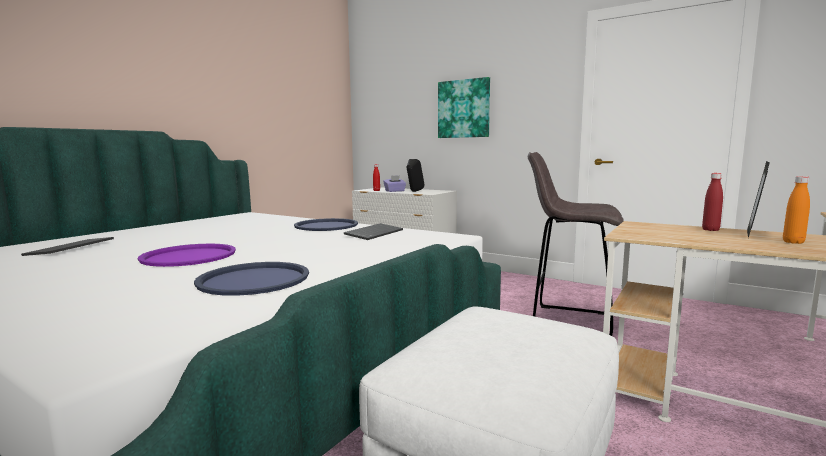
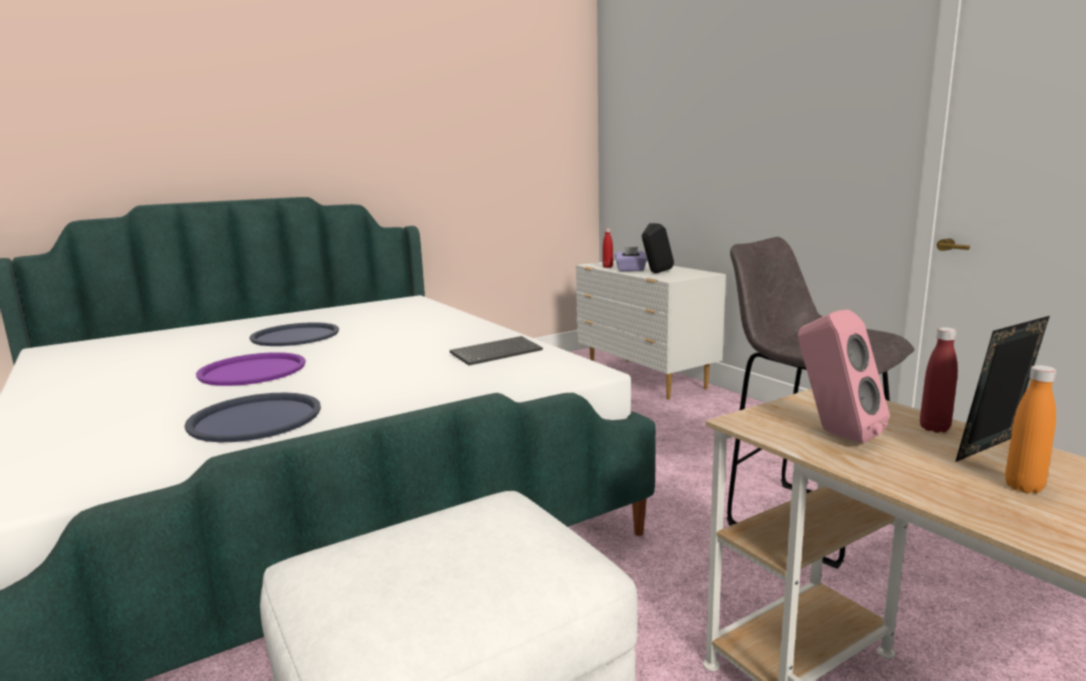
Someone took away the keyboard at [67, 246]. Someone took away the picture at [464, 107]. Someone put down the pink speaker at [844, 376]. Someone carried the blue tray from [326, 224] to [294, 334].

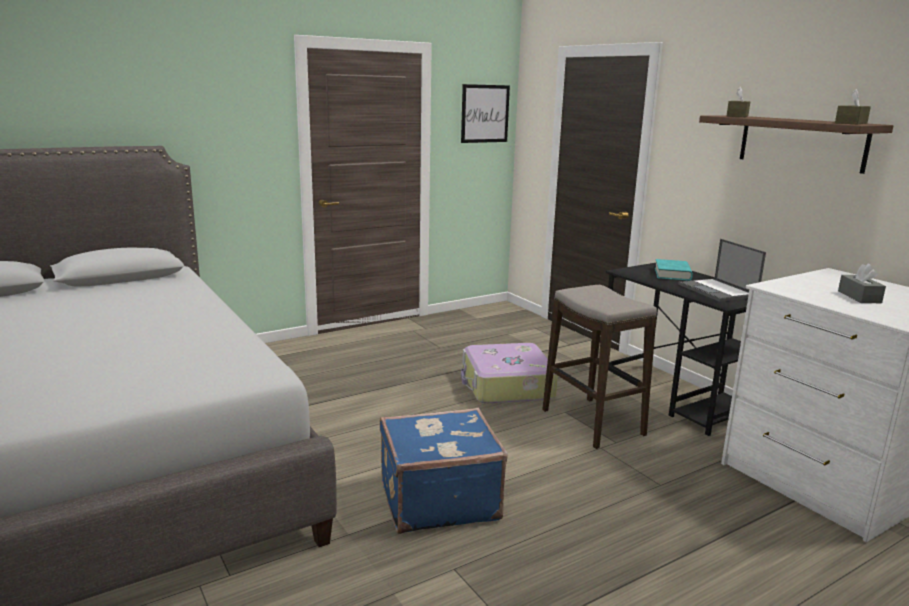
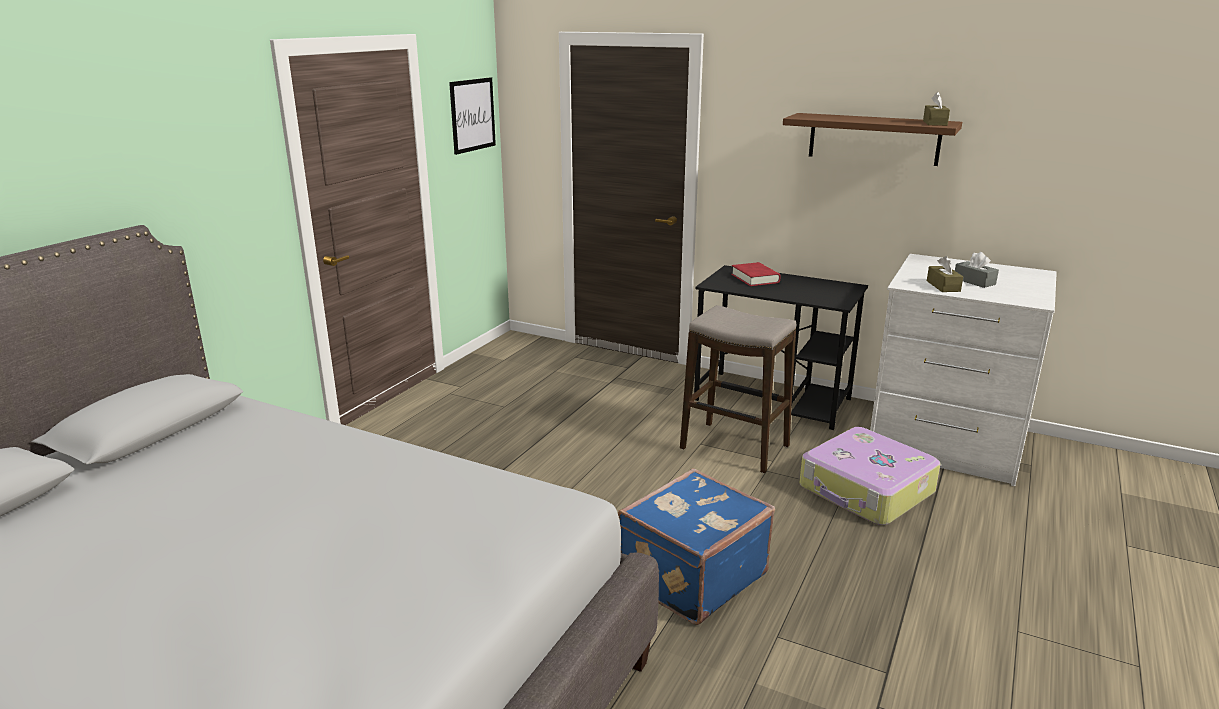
Someone took away the laptop at [722, 270]. Someone carried the suitcase from [509, 373] to [869, 476]. Someone carried the brown tissue box from [738, 101] to [945, 274]. Someone repainted the turquoise book at [674, 270], which became the red book at [756, 274].

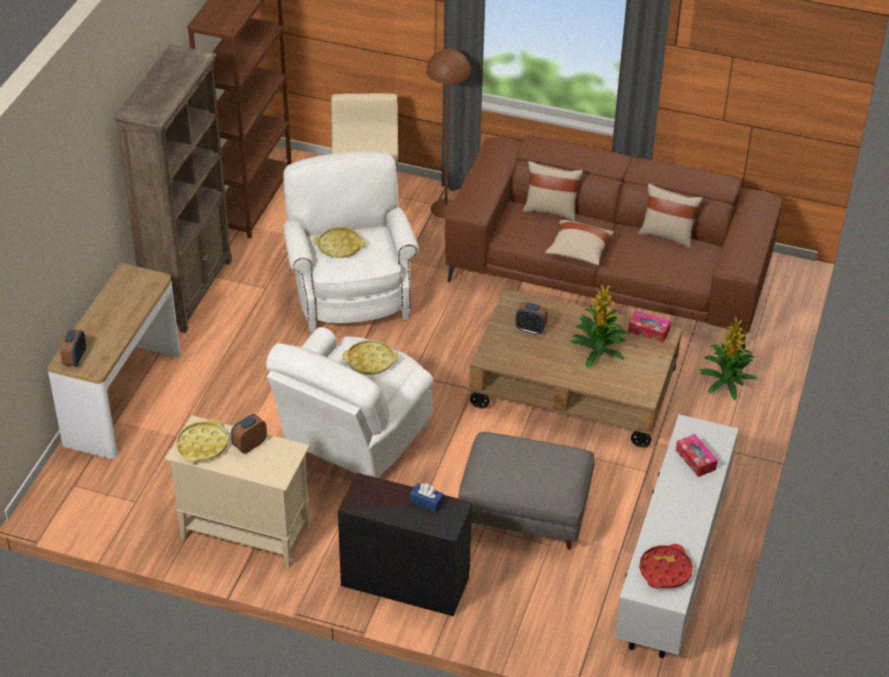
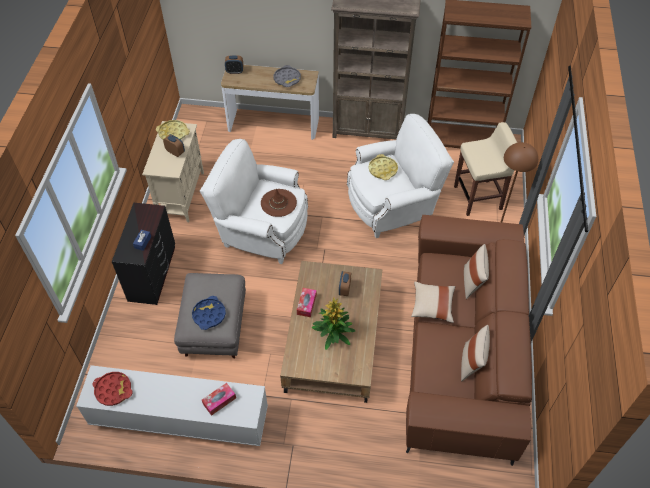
Someone took away the potted plant at [728, 358]. Someone put down the blue tray at [209, 313]. Someone put down the grey tray at [287, 76]. Someone carried the tissue box from [649, 327] to [307, 302]. Someone swapped the yellow tray at [370, 357] for the brown hat at [279, 203].

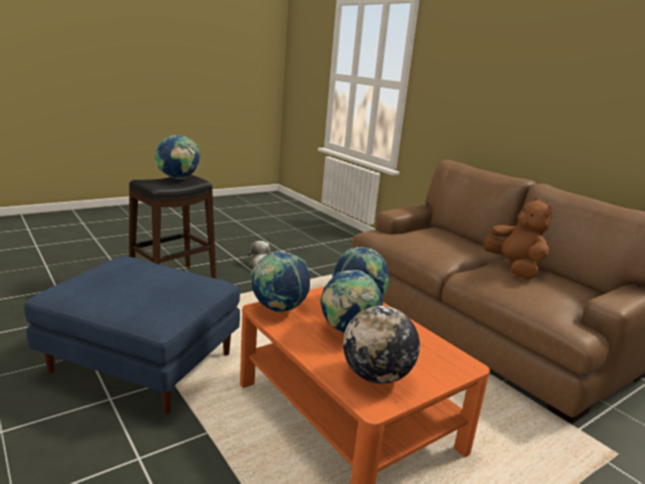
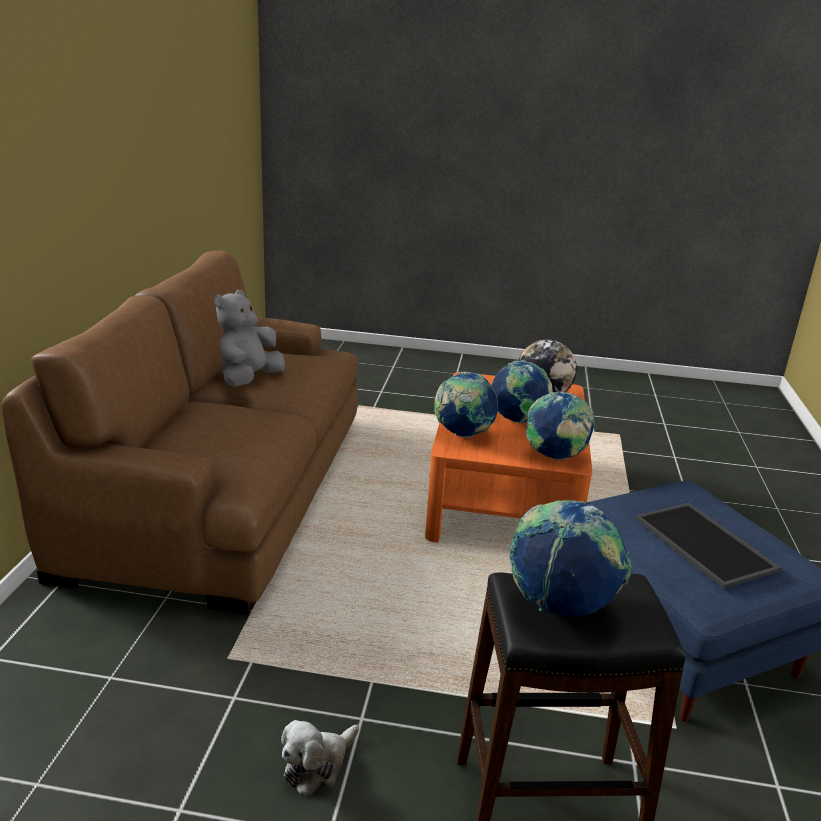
Someone put down the tray at [708, 546]. Someone repainted the brown plush toy at [517, 238], which became the grey plush toy at [249, 338].

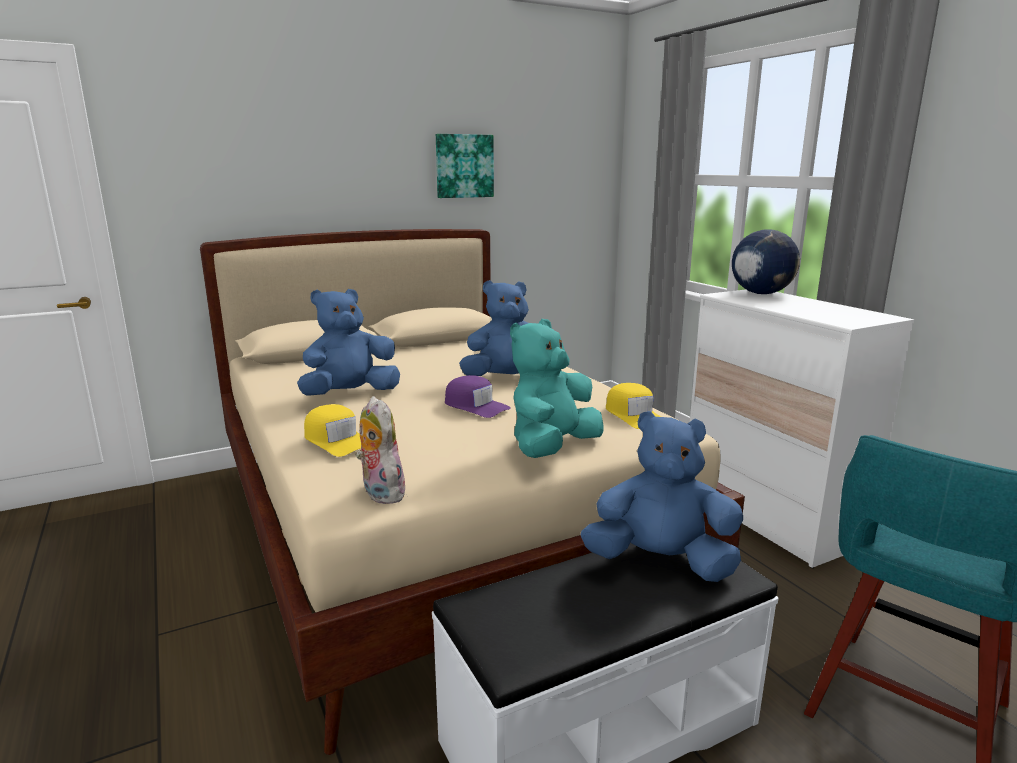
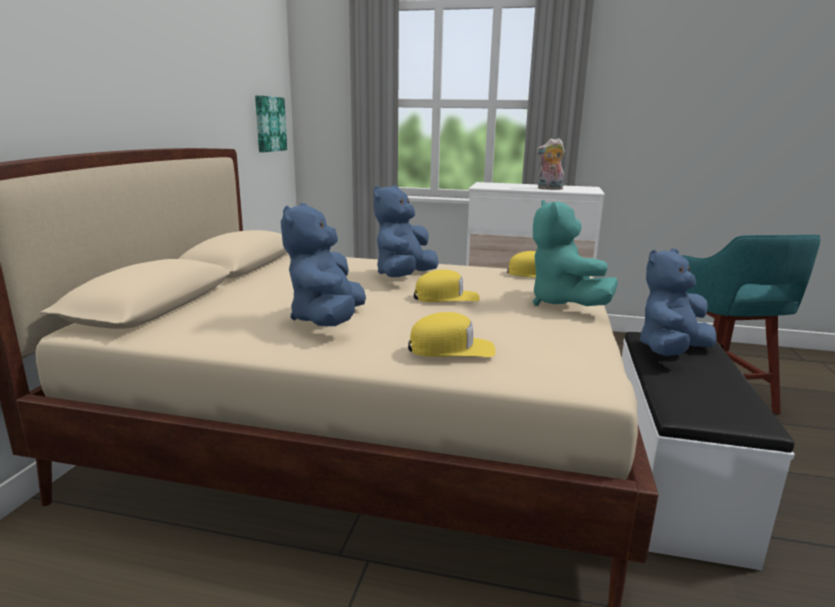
Someone took away the globe at [766, 261]. Someone carried the plush toy from [380, 450] to [550, 164]. Someone carried the picture from [465, 166] to [271, 123]. Someone repainted the purple cap at [478, 396], which became the yellow cap at [447, 285].

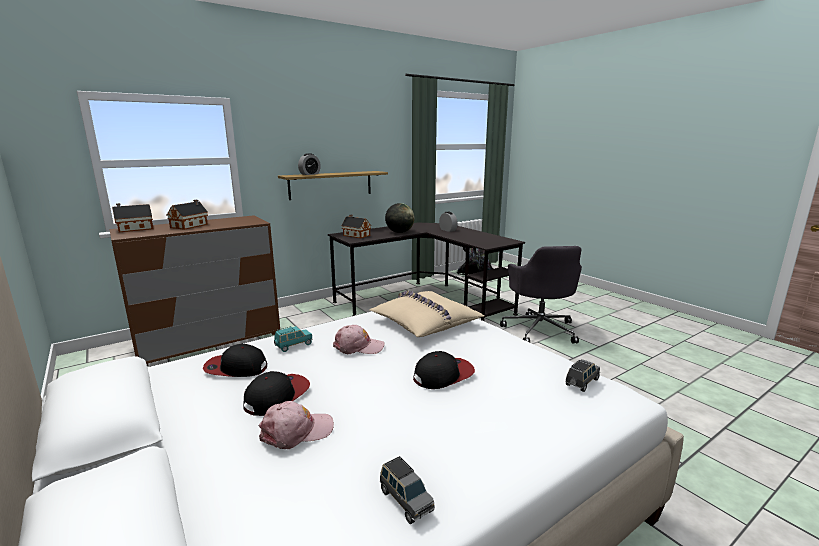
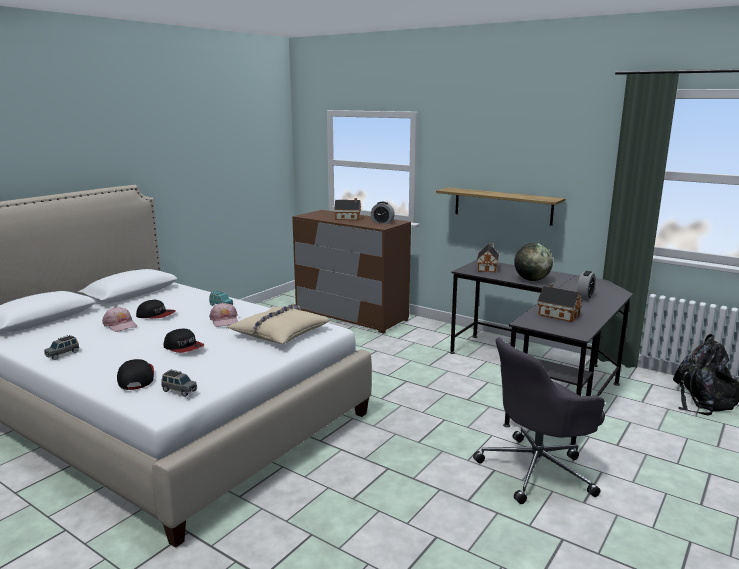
Someone carried the toy house from [132, 217] to [559, 302]. Someone carried the cap from [235, 360] to [135, 374]. Someone carried the alarm clock from [309, 164] to [383, 213].

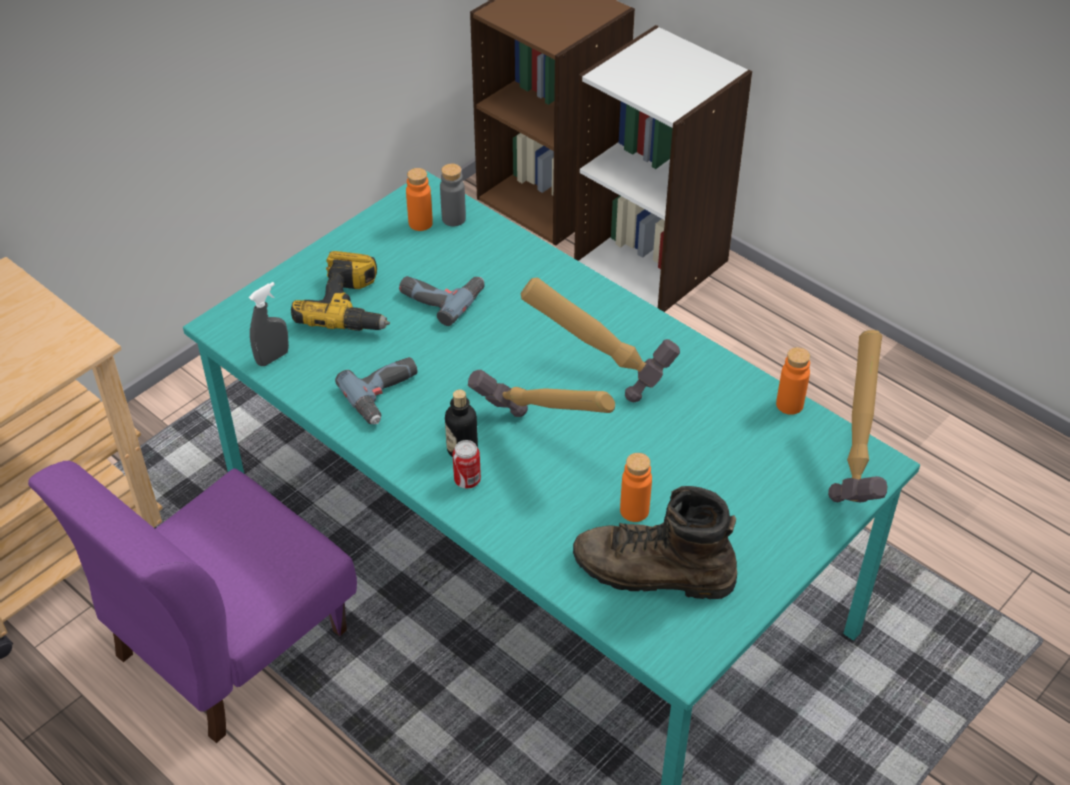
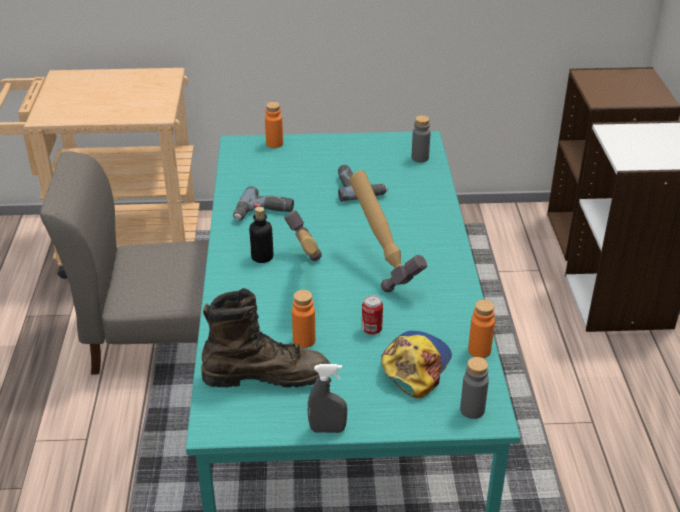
Someone took away the power drill at [340, 291]. Someone put down the cap at [416, 364]. Someone carried the grey spray bottle from [269, 324] to [327, 398]. Someone carried the orange bottle from [419, 199] to [274, 125]. Someone carried the can from [467, 464] to [372, 315]. Someone swapped the hammer at [858, 416] for the grey bottle at [474, 388]. Someone repainted the purple chair at [192, 602], which became the grey chair at [124, 263]. Someone rotated the brown boot at [655, 542] by 120 degrees clockwise.

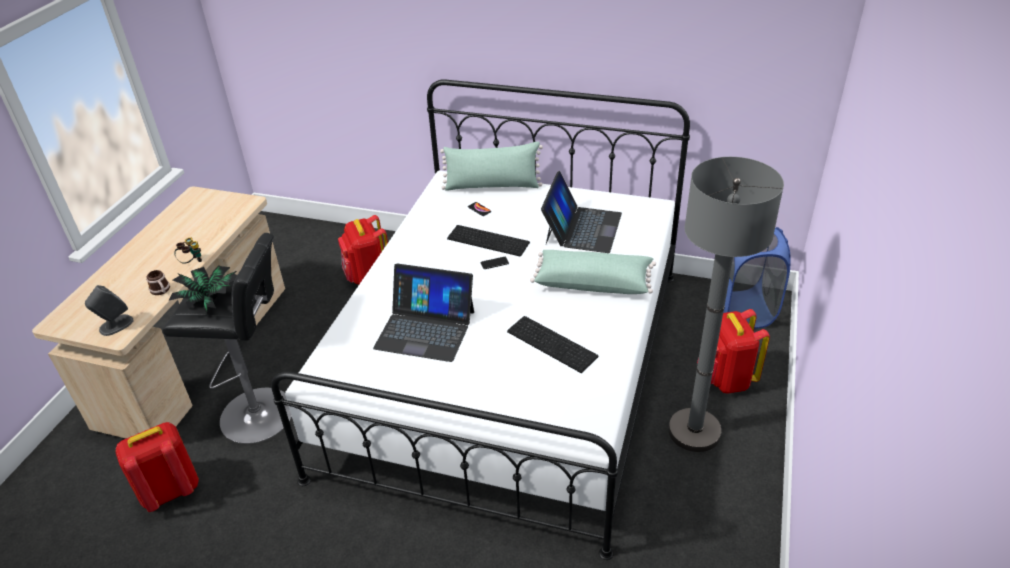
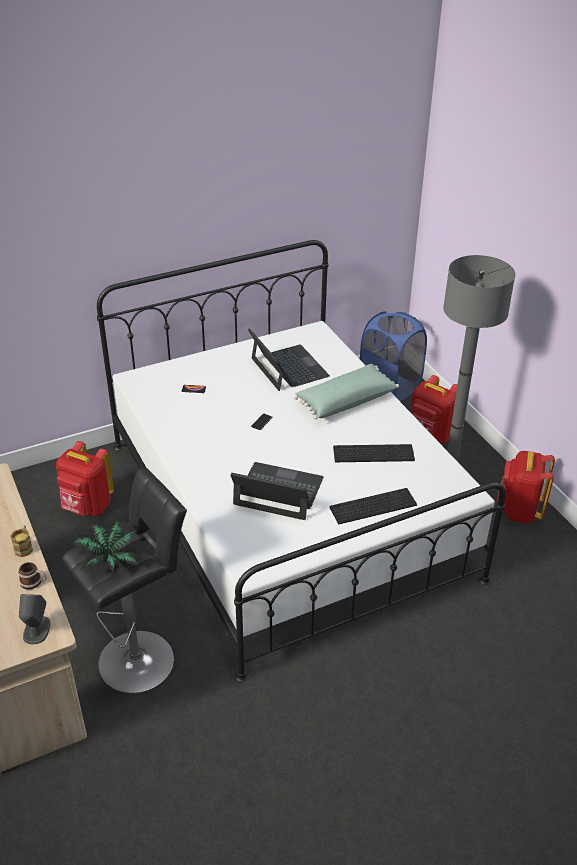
Someone took away the green pillow at [491, 166]. Someone carried the red backpack from [157, 467] to [525, 487]. Someone carried the keyboard from [488, 240] to [373, 506]. Someone swapped the binoculars at [188, 250] for the mug at [21, 541]. Someone rotated the laptop at [423, 312] by 135 degrees counterclockwise.

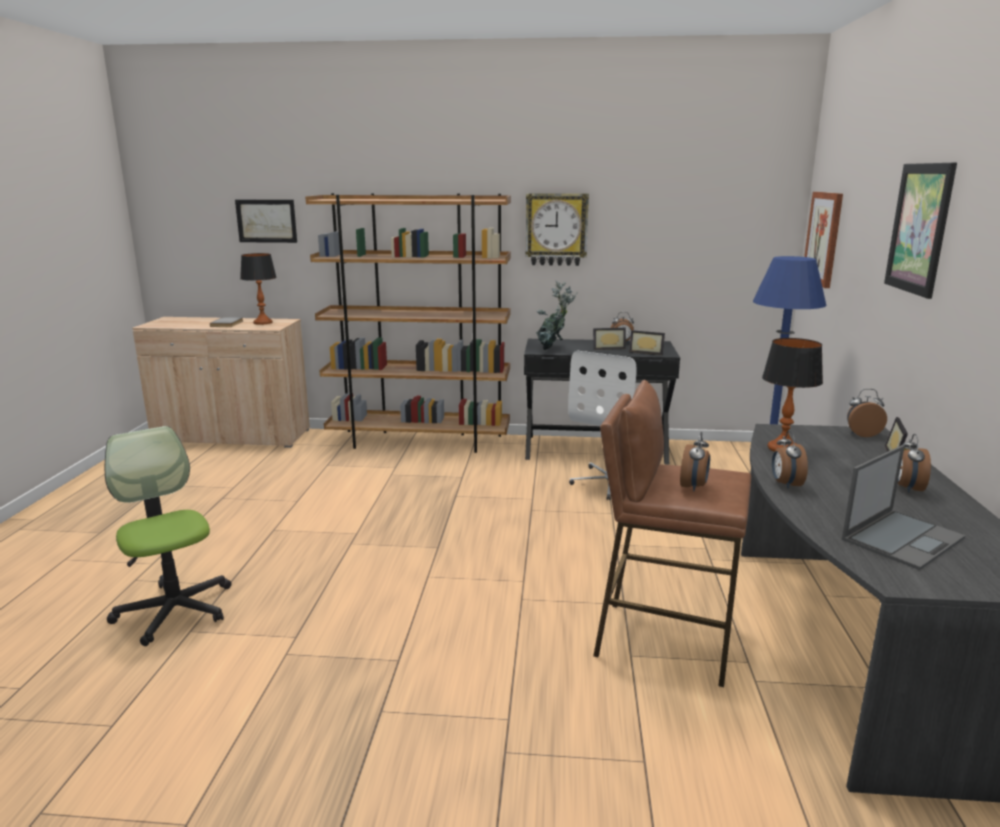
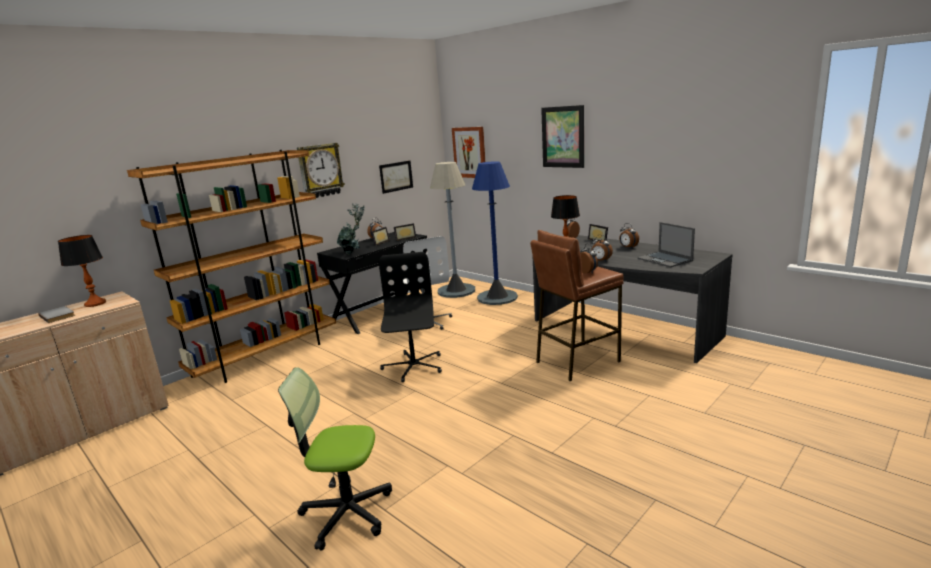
Someone put down the black office chair at [410, 317]. Someone put down the grey floor lamp at [452, 230]. Someone carried the picture from [266, 221] to [396, 177]. Someone rotated the laptop at [904, 507] by 150 degrees clockwise.

